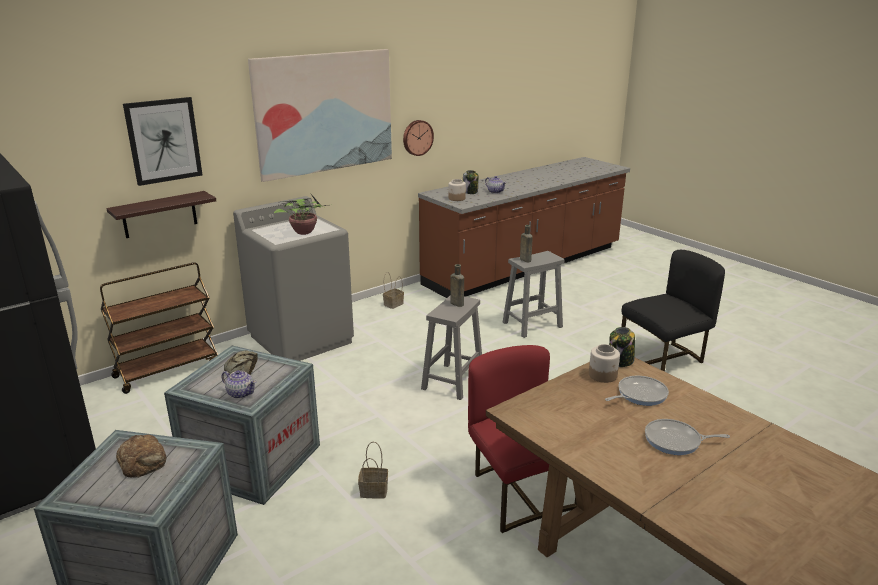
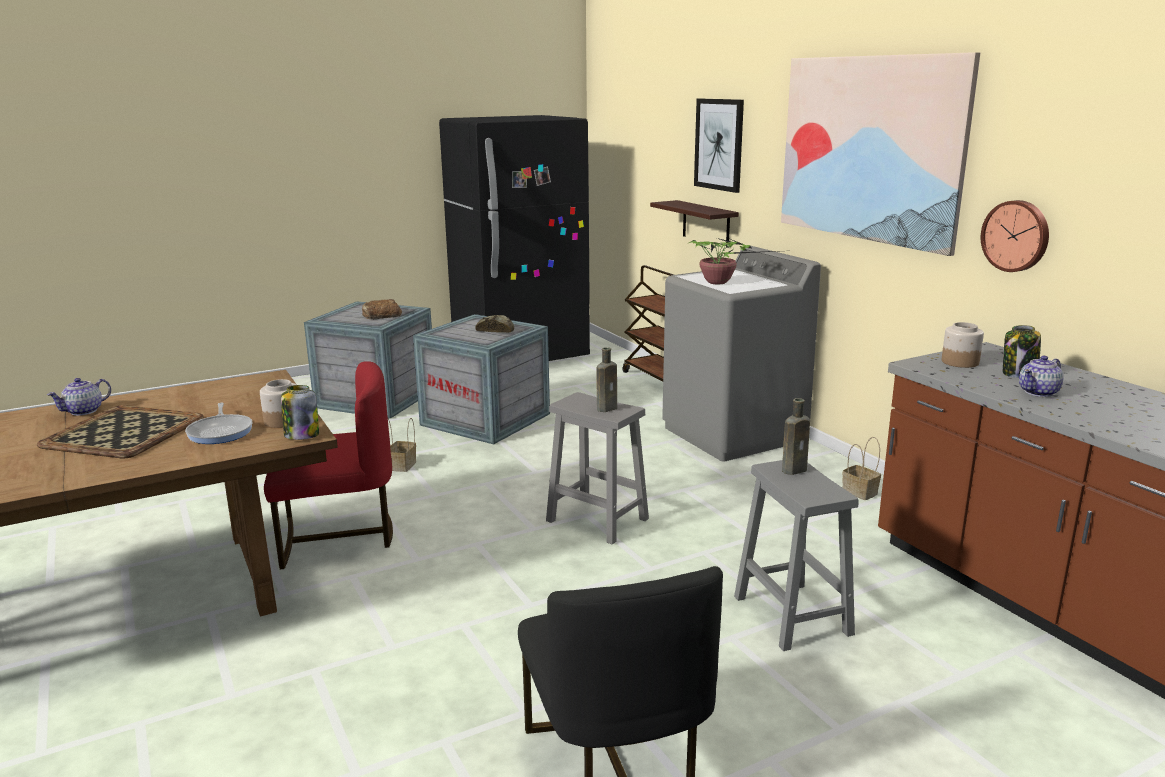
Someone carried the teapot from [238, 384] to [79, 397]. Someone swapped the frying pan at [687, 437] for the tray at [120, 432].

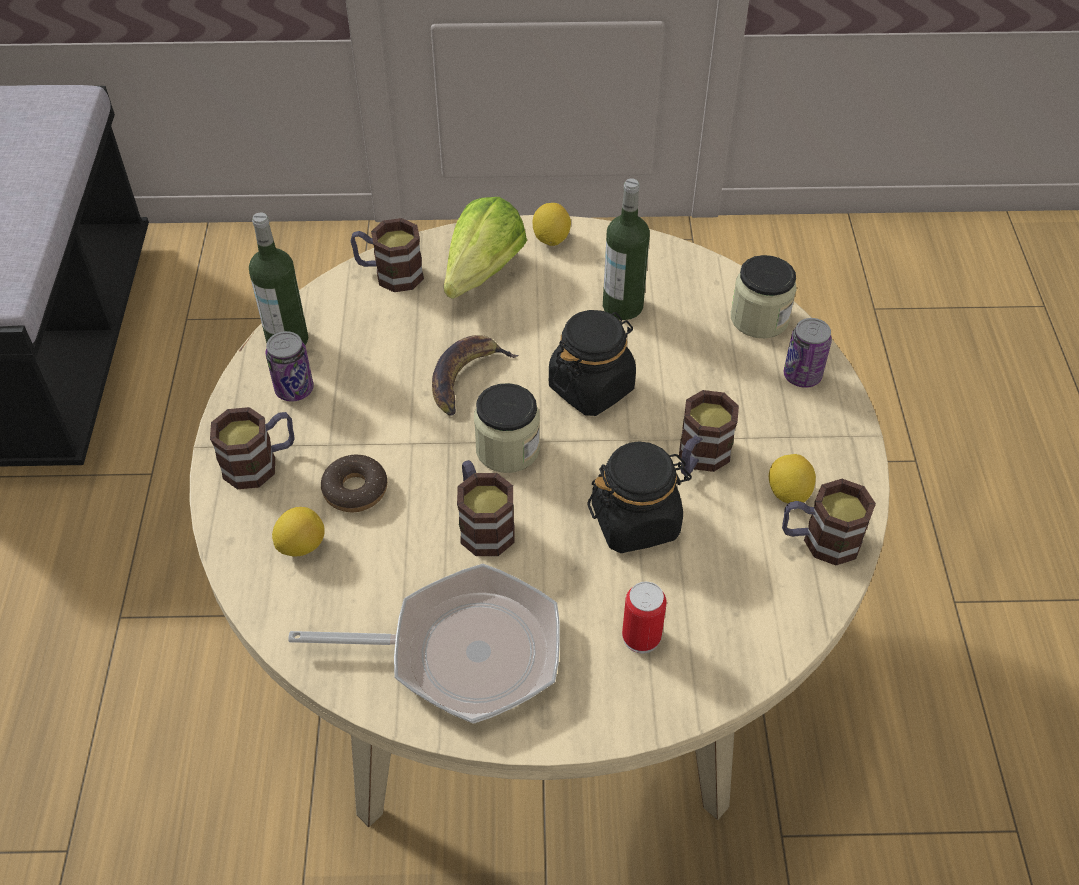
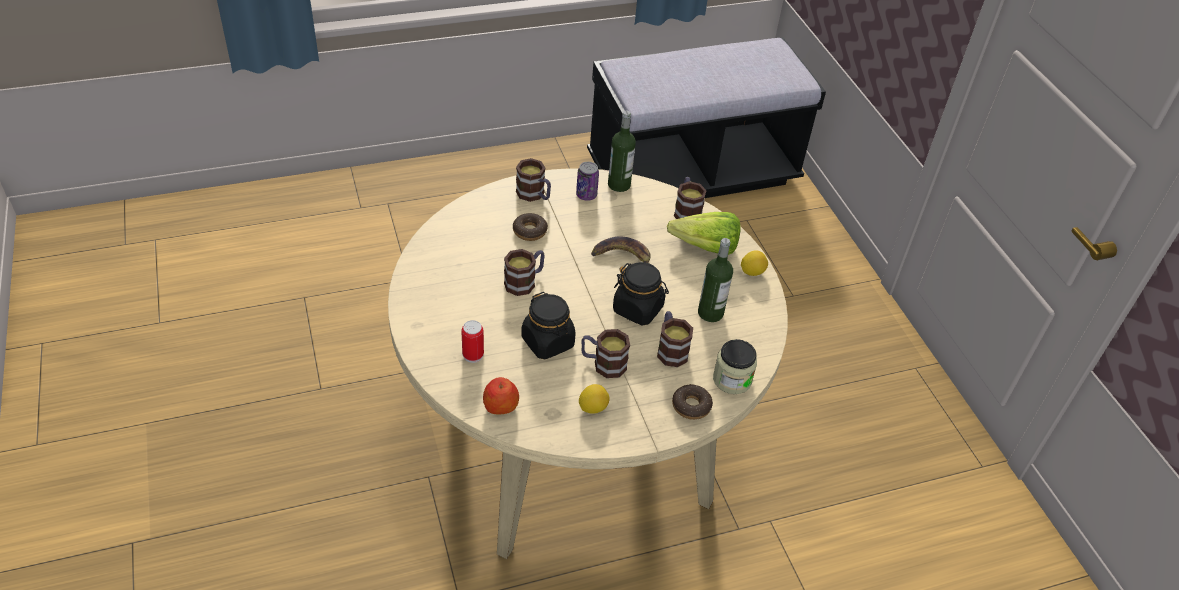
Someone took away the lemon at [298, 532]. Someone took away the frying pan at [424, 644]. Someone took away the jar at [507, 428]. Someone put down the apple at [501, 395]. Someone carried the mug from [829, 522] to [675, 339]. Someone swapped the can at [808, 353] for the donut at [692, 402].

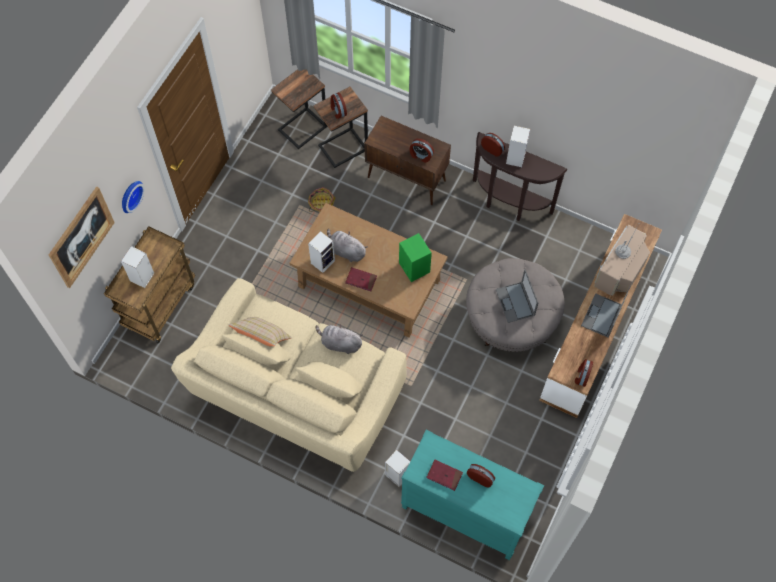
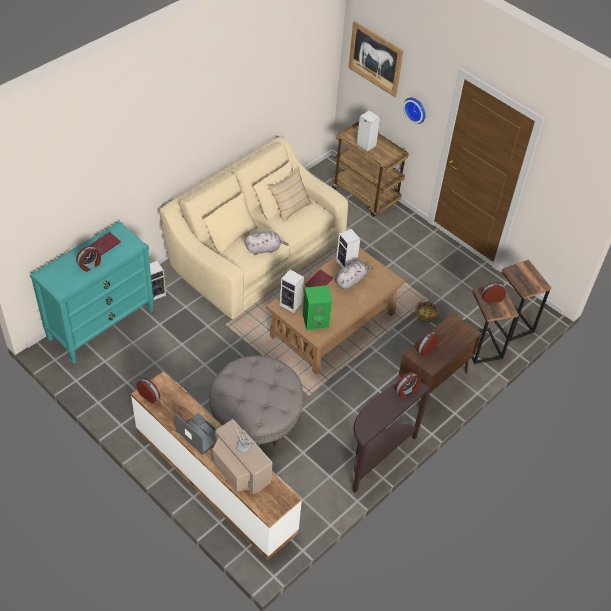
Someone took away the laptop at [517, 296]. Someone carried the speaker from [518, 146] to [292, 291]. Someone rotated the grey plush toy at [339, 339] by 45 degrees clockwise.

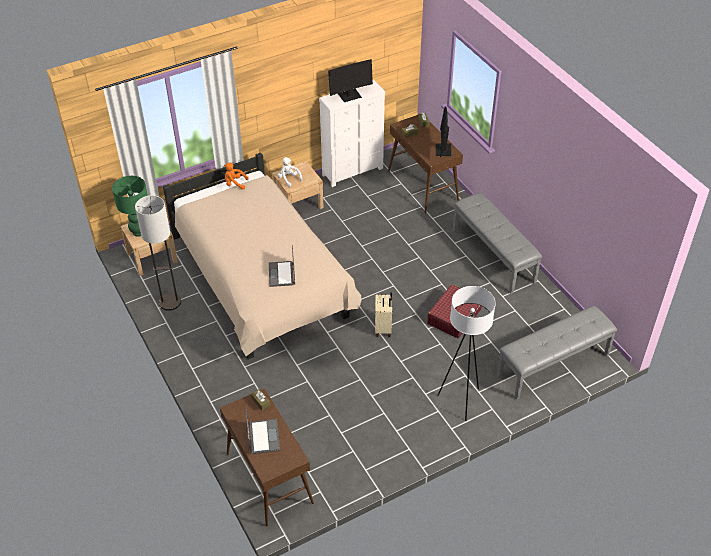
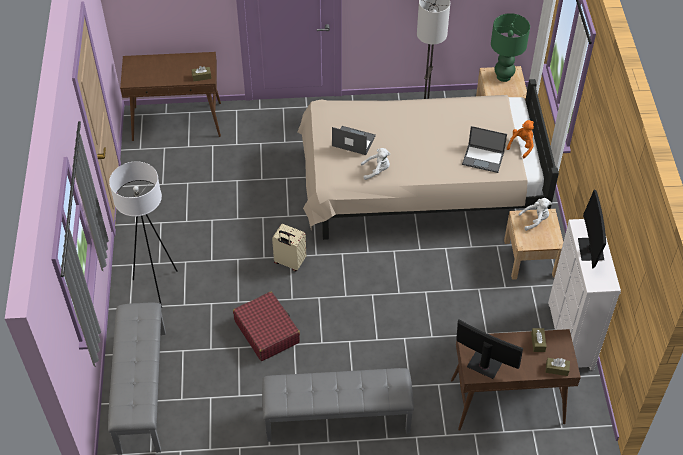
Someone put down the white plush toy at [375, 164]. Someone carried the laptop from [262, 431] to [484, 149].

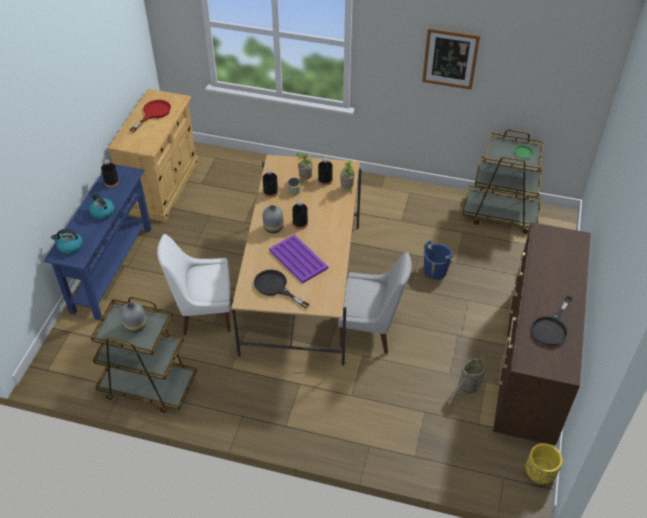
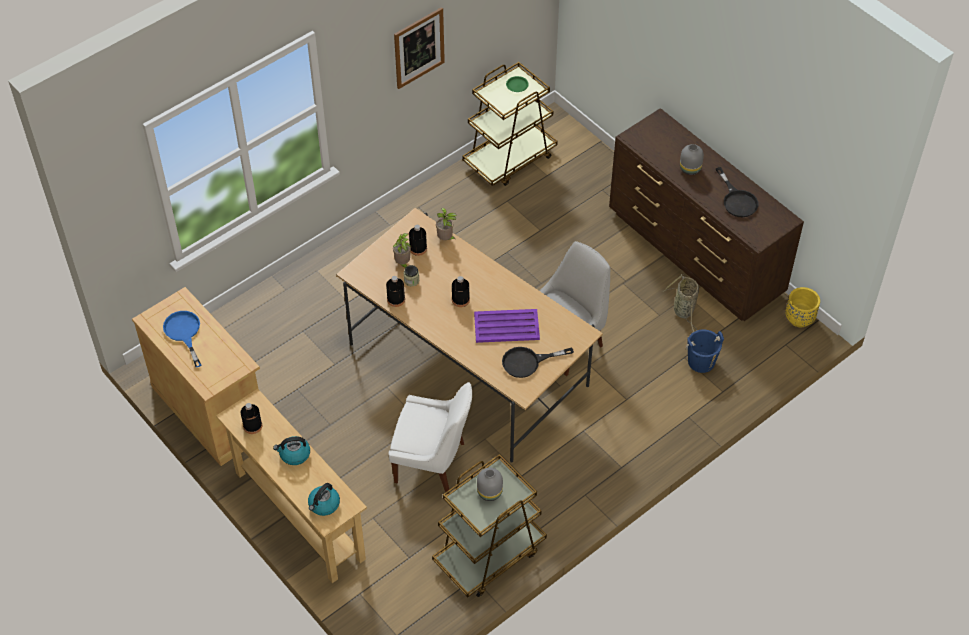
Someone carried the grey vase from [273, 219] to [692, 159]. Someone carried the blue bucket from [438, 260] to [704, 351]. Someone repainted the blue console table at [98, 242], which became the beige console table at [291, 486]. Someone repainted the red frying pan at [150, 116], which became the blue frying pan at [182, 339]. Someone rotated the white chair at [194, 284] by 105 degrees counterclockwise.

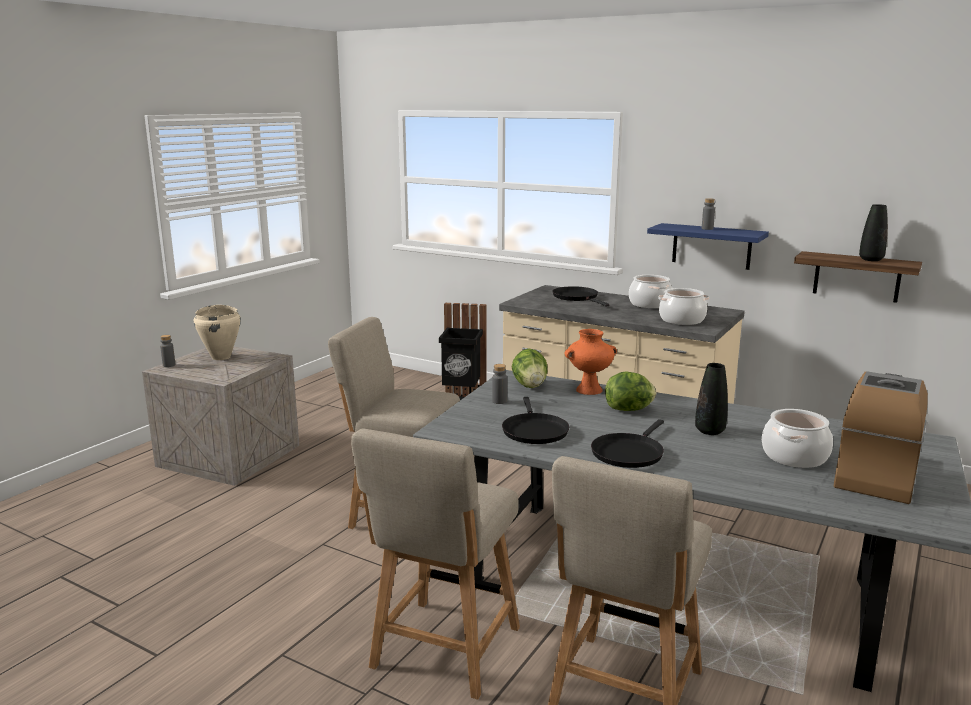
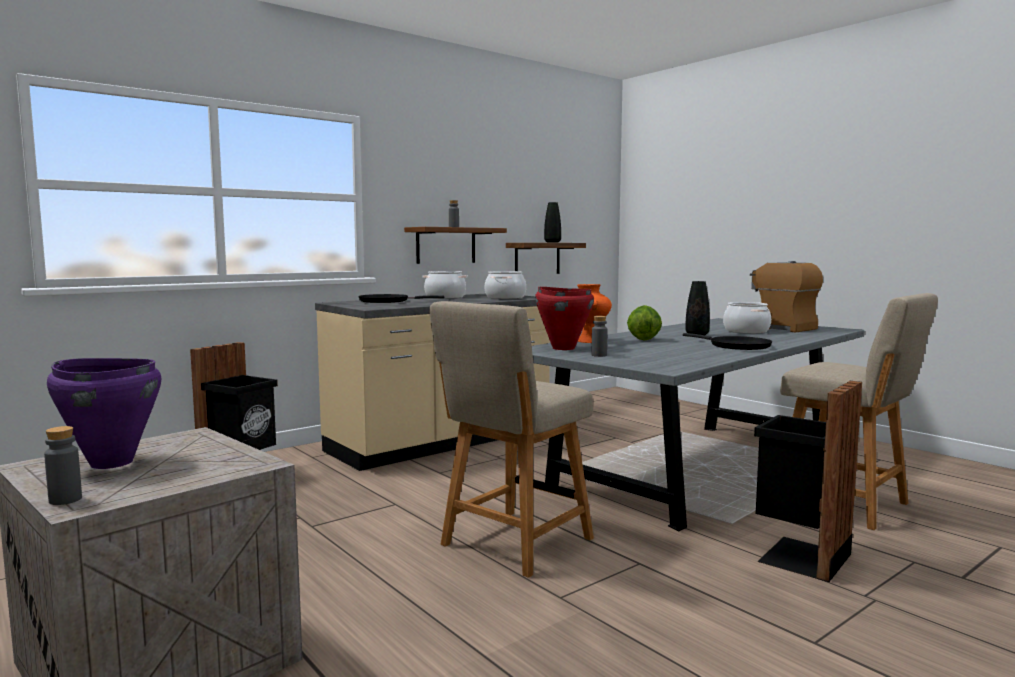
Someone took away the black frying pan at [535, 420]. Someone swapped the beige chair at [435, 564] for the black trash can at [808, 481]. Someone swapped the lettuce at [529, 368] for the red cooking pot at [564, 318]. Someone repainted the beige cooking pot at [217, 332], which became the purple cooking pot at [104, 413]. Someone repainted the blue shelf at [708, 246], which became the brown shelf at [455, 245].

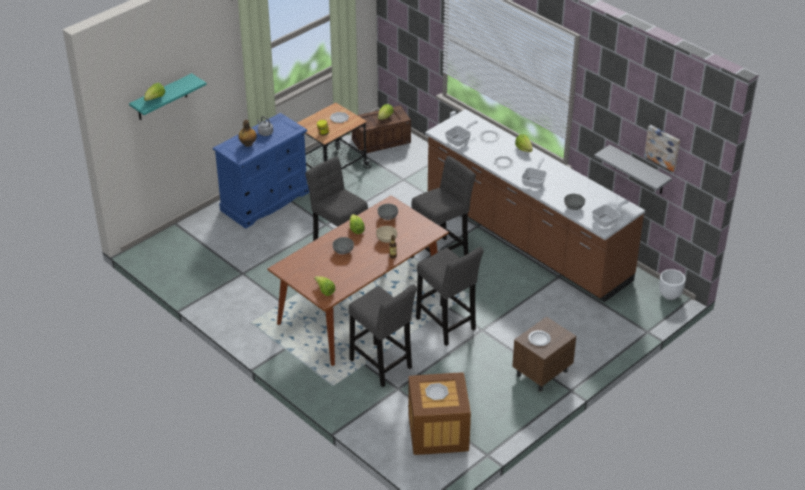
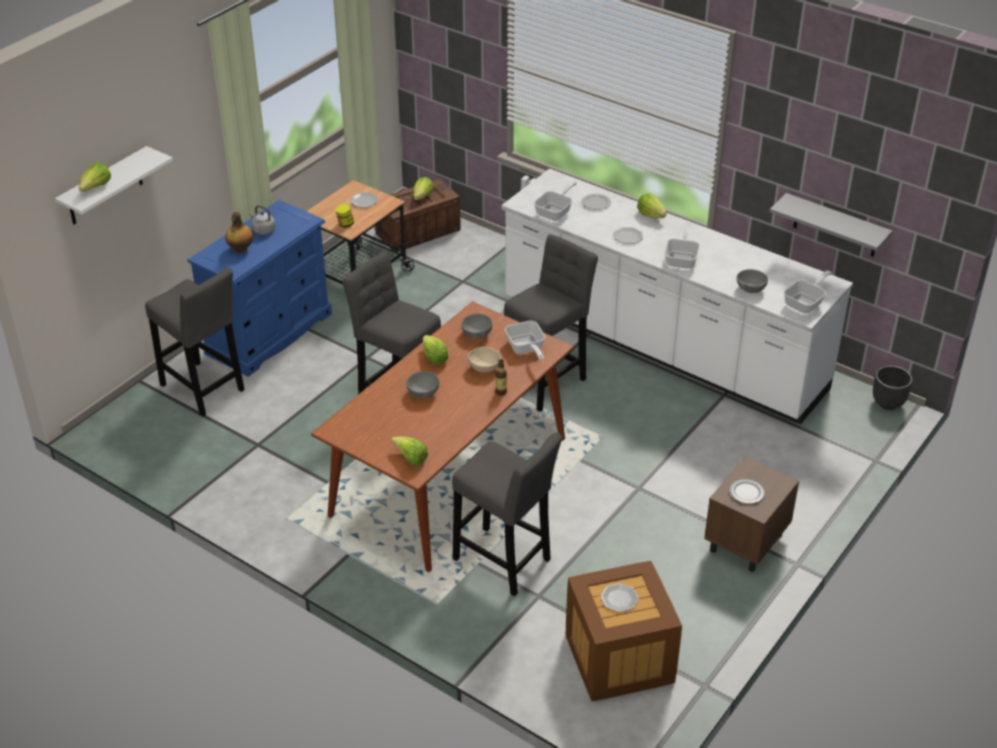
Someone took away the picture at [662, 148]. Someone put down the frying pan at [525, 340]. Someone carried the grey stool from [450, 296] to [195, 342]. Someone repainted the turquoise shelf at [168, 96], which became the white shelf at [114, 185]. Someone repainted the brown counter at [535, 205], which became the white counter at [677, 296]. Someone repainted the white planter at [672, 284], which became the black planter at [893, 387].

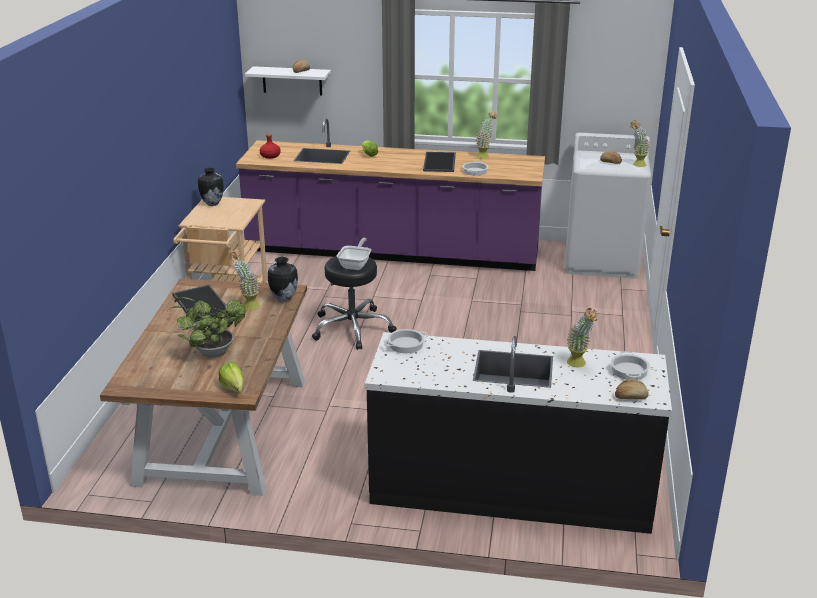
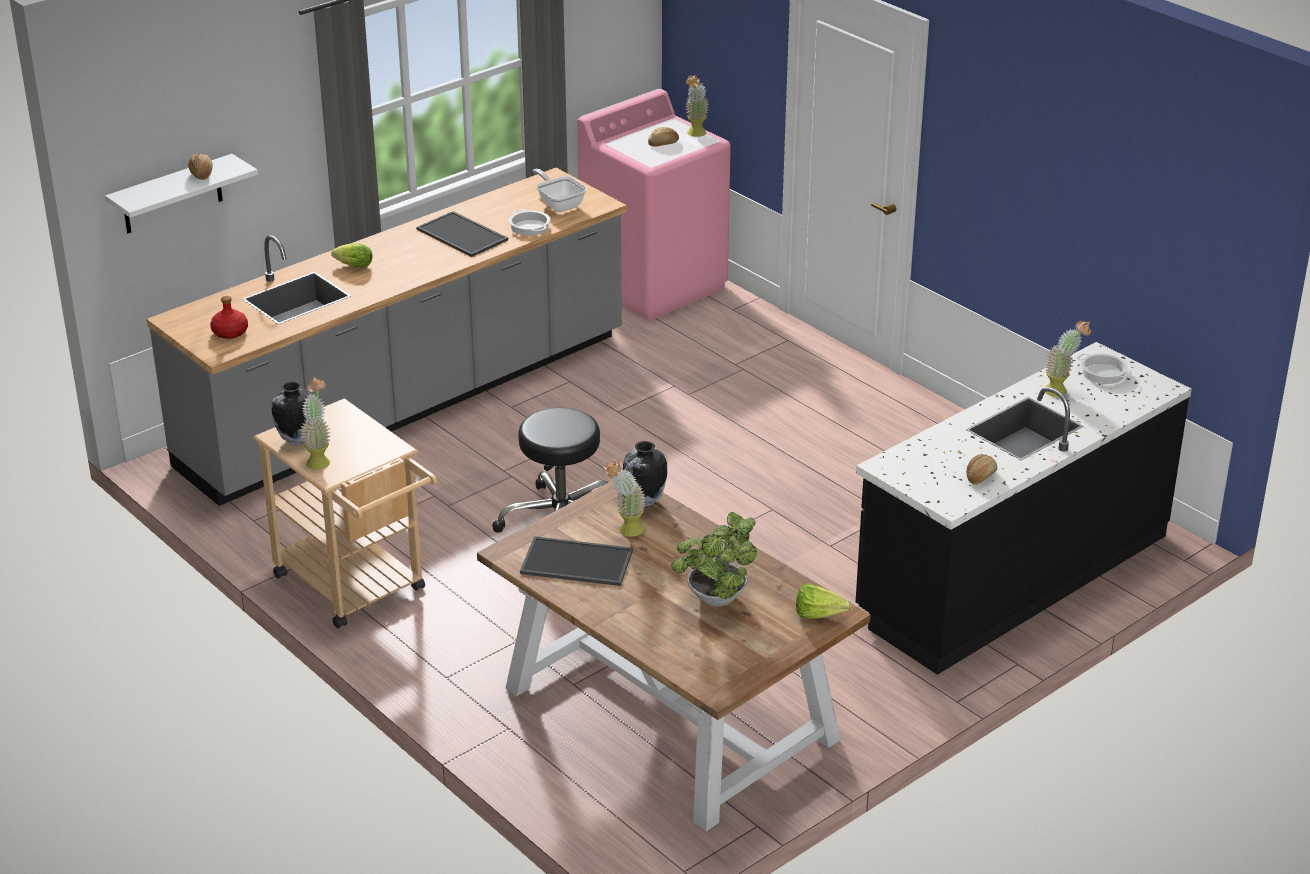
Someone took away the cooking pot at [405, 341]. Someone carried the frying pan from [354, 254] to [559, 190]. Someone carried the potted plant from [486, 135] to [315, 423]. Someone carried the bread from [632, 389] to [981, 469]. Someone repainted the purple counter at [390, 194], which became the grey counter at [387, 337]. Someone repainted the white washing machine at [608, 206], which became the pink washing machine at [654, 205].

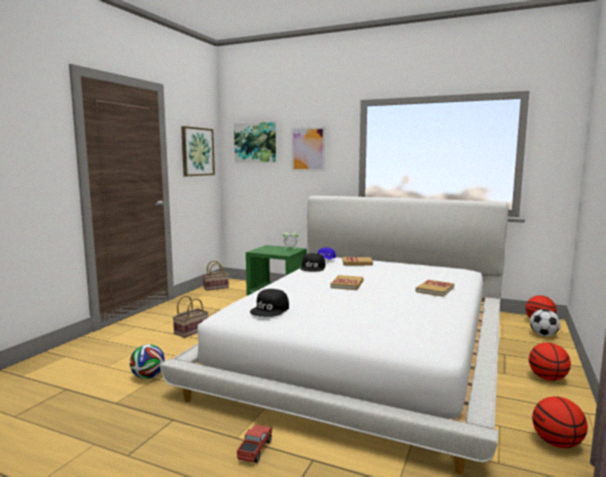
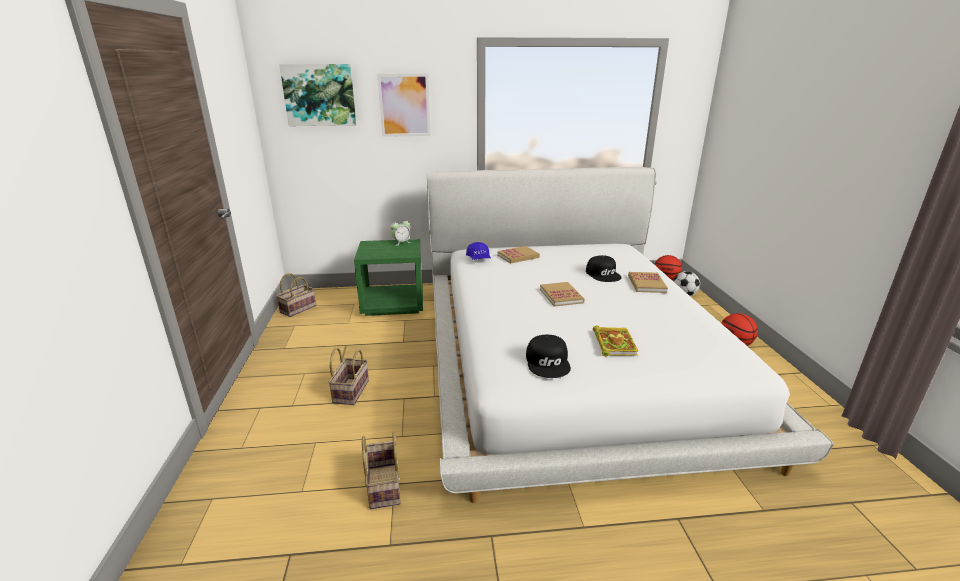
Someone took away the picture at [198, 151]. Someone took away the toy truck at [254, 444]. Someone took away the basketball at [560, 422]. Someone put down the book at [615, 341]. Someone carried the black cap from [312, 262] to [604, 268]. Someone swapped the football at [147, 361] for the basket at [381, 470].

